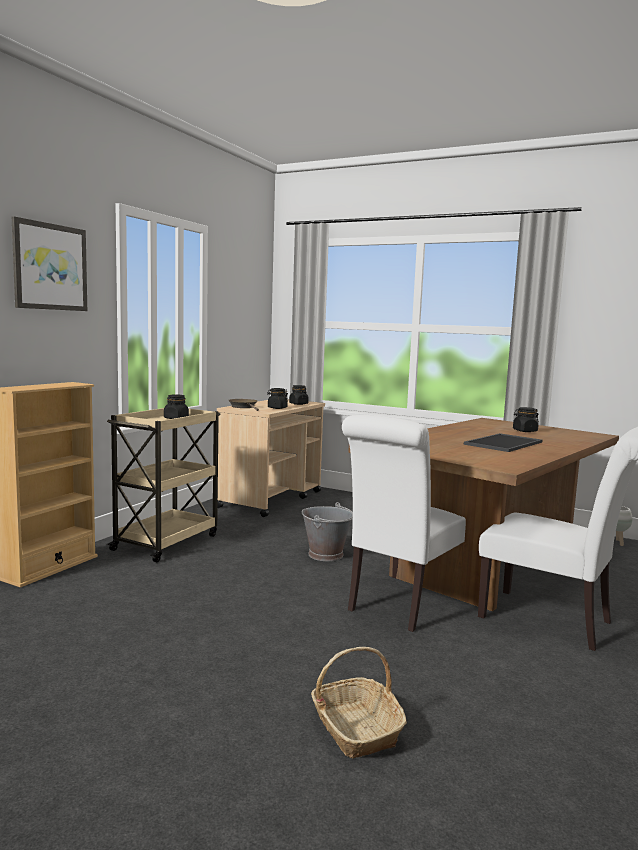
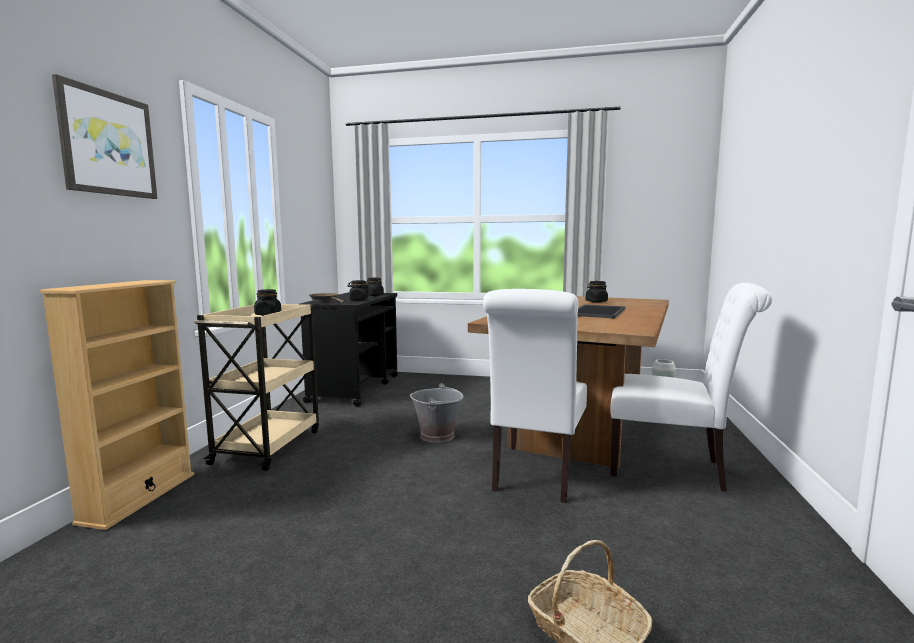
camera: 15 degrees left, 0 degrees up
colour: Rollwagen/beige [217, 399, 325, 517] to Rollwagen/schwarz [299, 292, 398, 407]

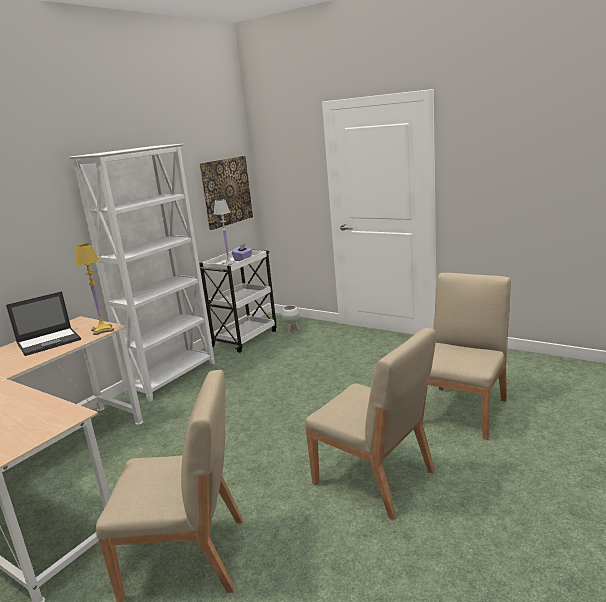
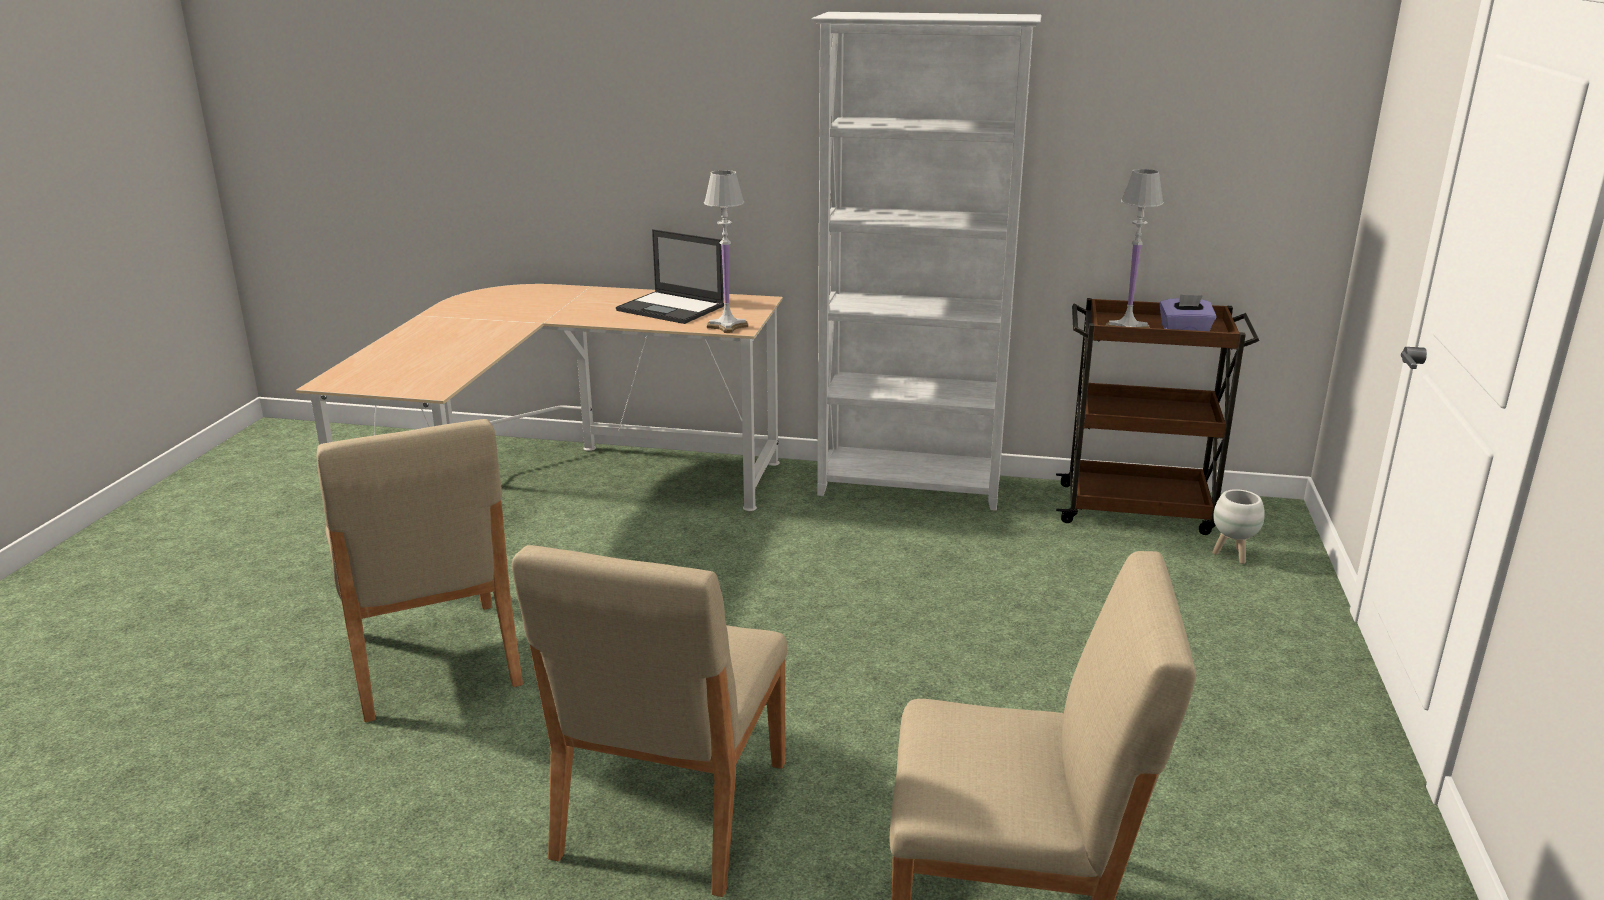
camera: 65 degrees right, 5 degrees up
missing: Bild [199, 156, 253, 230]
colour: Tischlampe/gelb [75, 243, 114, 335] to Tischlampe/weiß [704, 170, 748, 333]; Rollwagen/weiß [199, 250, 277, 353] to Rollwagen/braun [1056, 298, 1260, 535]

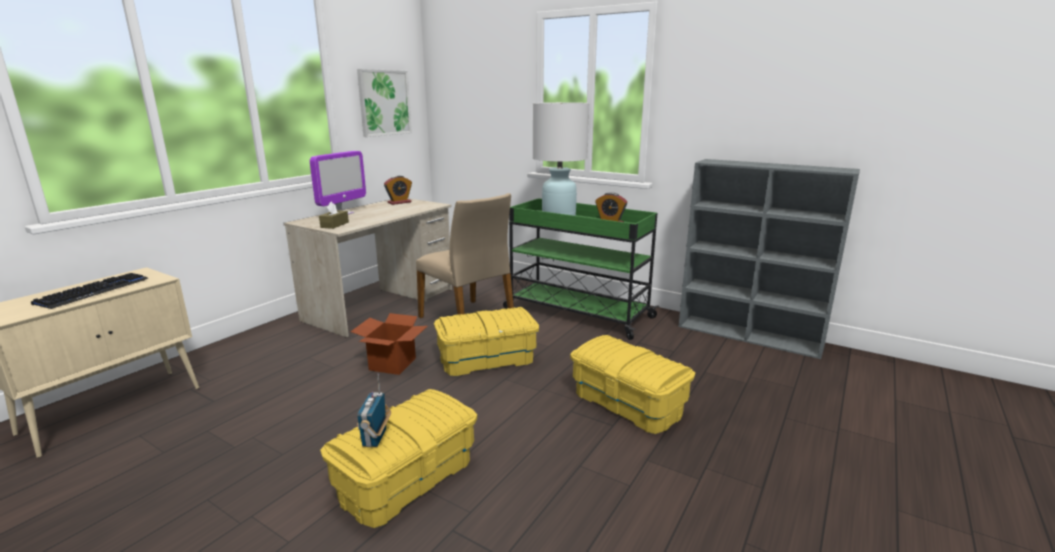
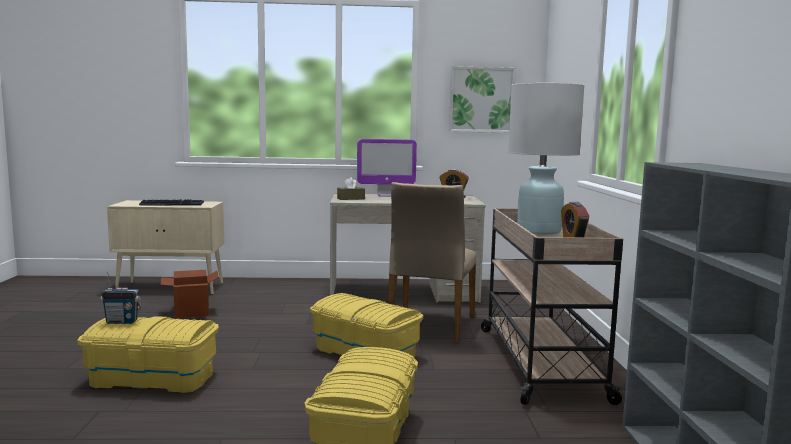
camera: 55 degrees right, 10 degrees down
relocated: Karton [350, 313, 428, 375] to [161, 270, 219, 318]
colour: Rollwagen/grün [503, 198, 659, 340] to Rollwagen/beige [481, 208, 625, 405]
spun: Radio [357, 374, 391, 447] = [100, 272, 142, 324] 150 degrees counterclockwise

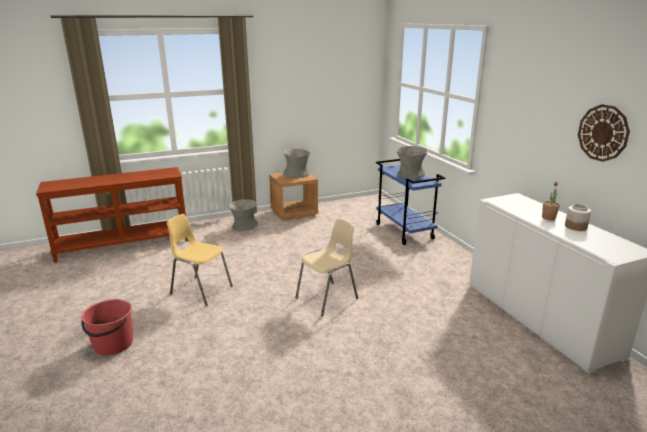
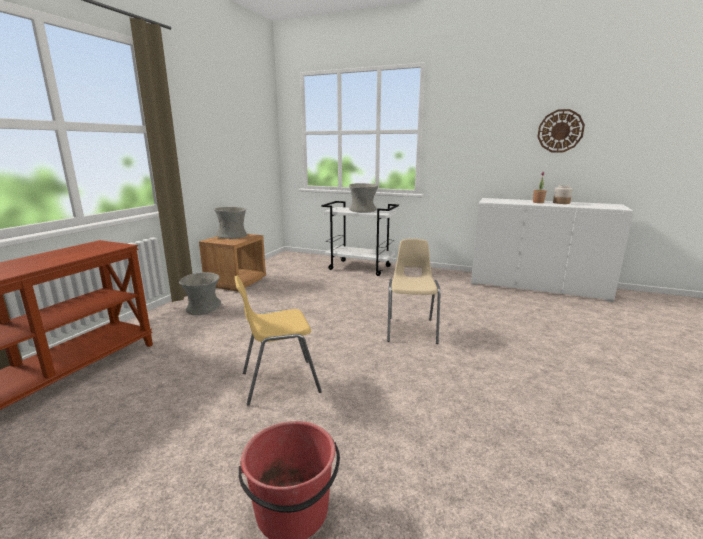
camera: 45 degrees left, 5 degrees down
colour: Rollwagen/blau [376, 159, 445, 245] to Rollwagen/weiß [321, 201, 399, 276]

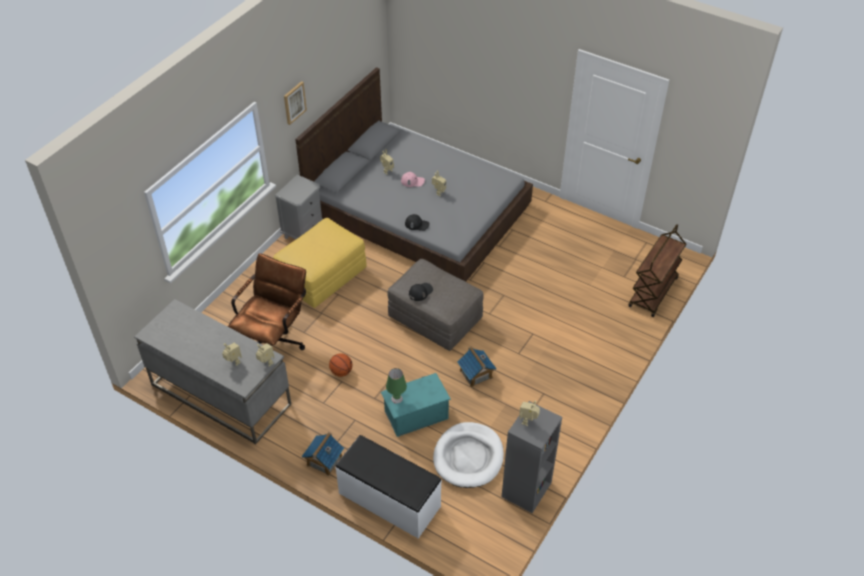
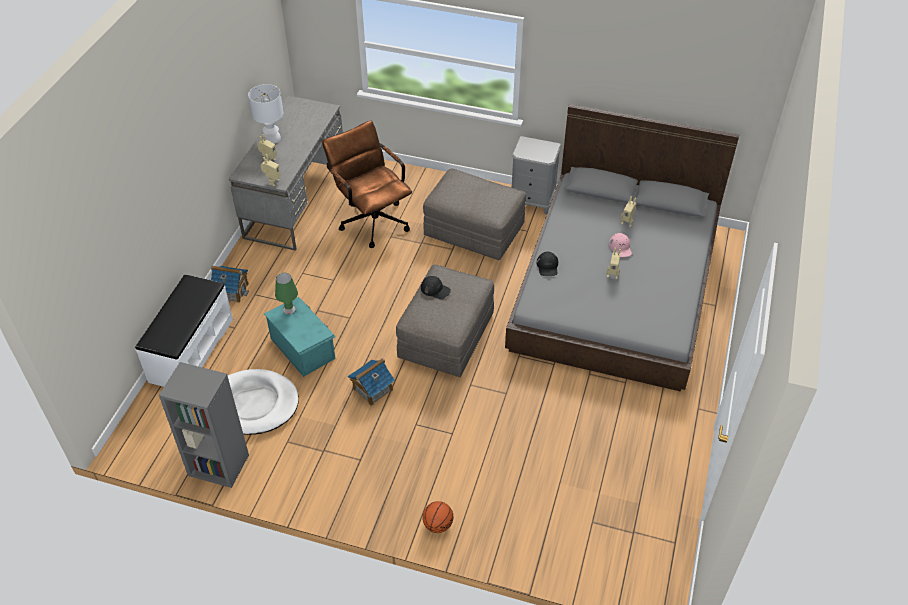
camera: 75 degrees right, 0 degrees up
missing: Bild [284, 81, 307, 125]; Spielzeugroboter [519, 400, 540, 426]; Rollwagen/braun [629, 224, 686, 317]
appeared: Tischlampe/weiß [248, 84, 283, 144]
relocated: Basketball [329, 353, 352, 377] to [422, 501, 453, 533]
colour: Polsterhocker/gelb [273, 218, 366, 308] to Polsterhocker/grau [423, 169, 526, 260]
spun: Bürostuhl/braun [228, 253, 306, 350] = [322, 121, 412, 248] 135 degrees counterclockwise

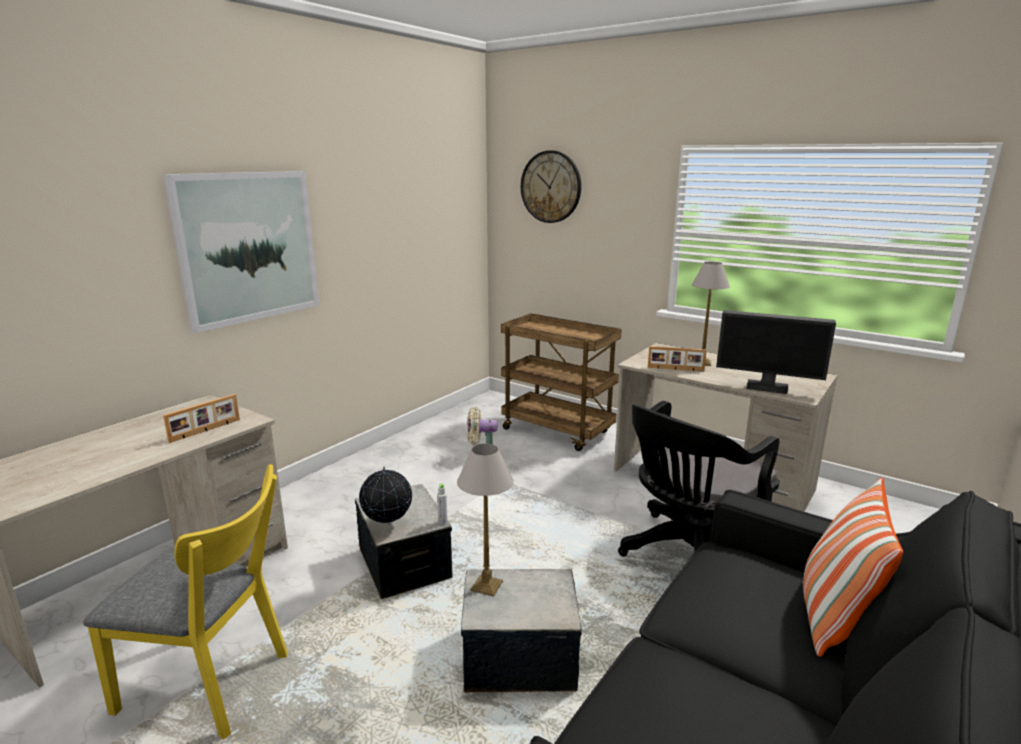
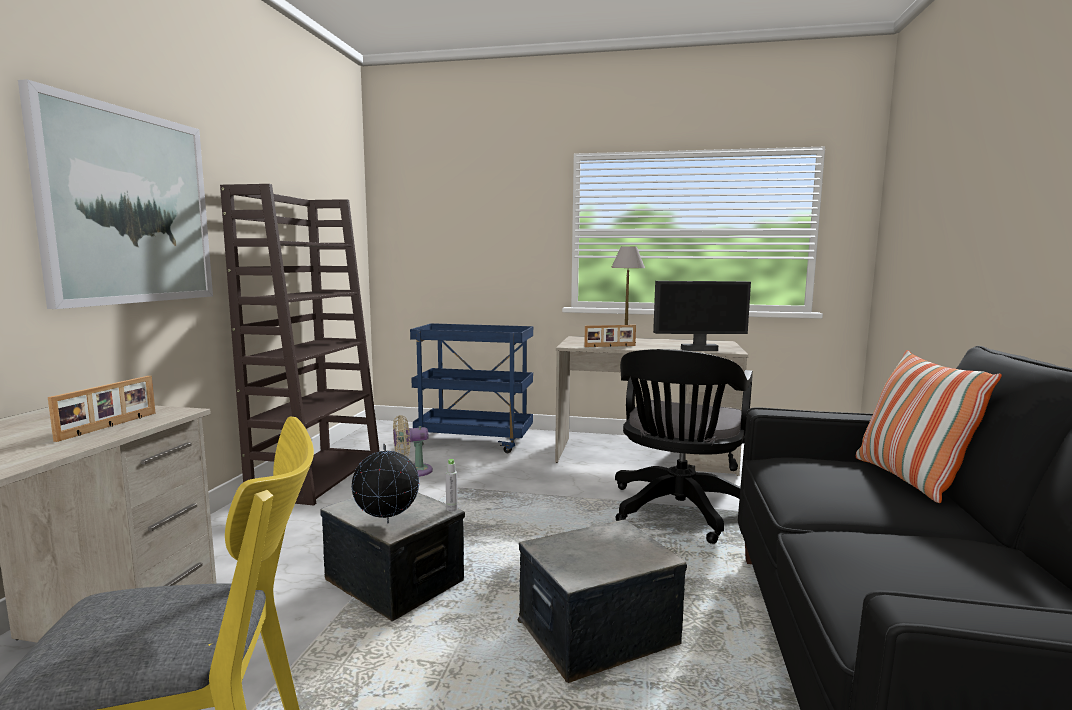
camera: 25 degrees left, 10 degrees down
missing: Tischlampe [457, 443, 514, 597]; Wanduhr [521, 150, 581, 223]
appeared: Bücherregal/braun [220, 184, 380, 505]
colour: Rollwagen/braun [501, 313, 622, 451] to Rollwagen/blau [410, 323, 533, 453]

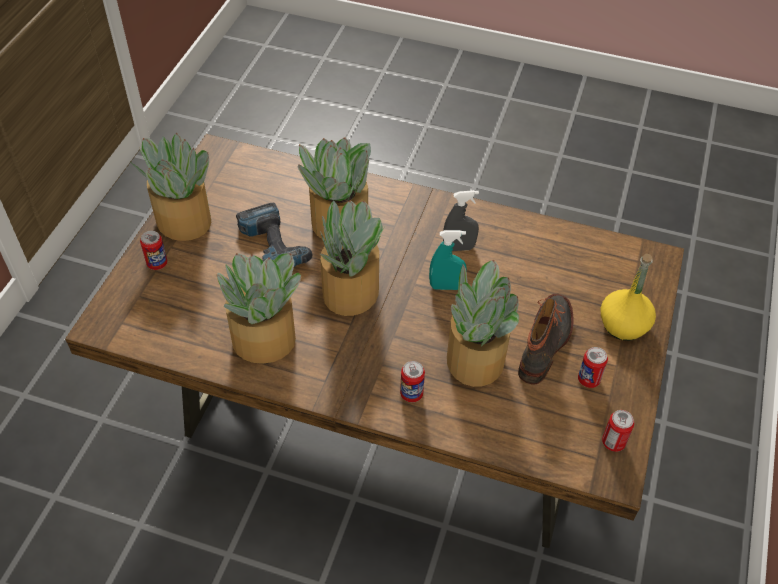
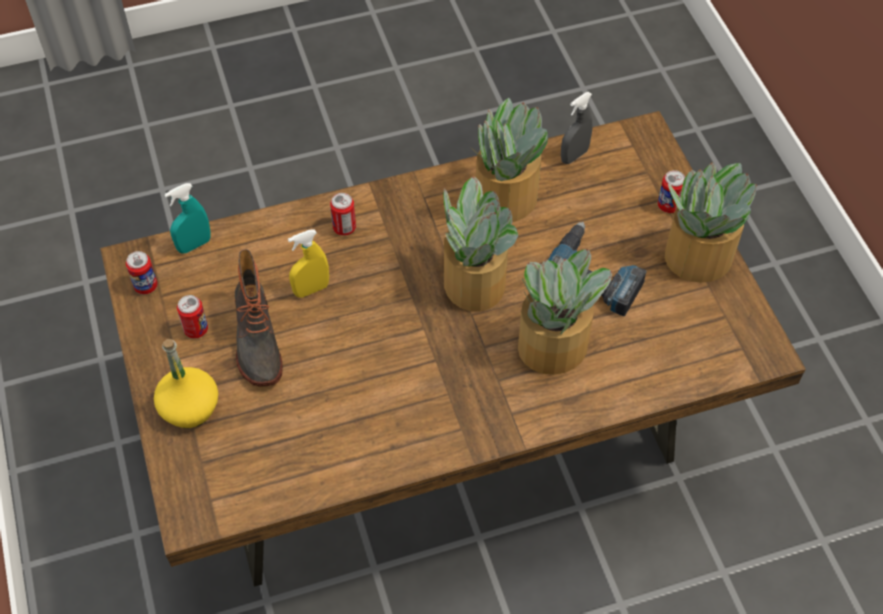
camera: 145 degrees right, 5 degrees up
relocated: Sprühflasche/türkis [429, 230, 467, 290] to [164, 183, 210, 253]; Sprühflasche/grau [443, 190, 479, 251] to [561, 92, 592, 164]
exchanged: Topfpflanze [447, 260, 519, 387] to Sprühflasche/gelb [288, 229, 329, 298]

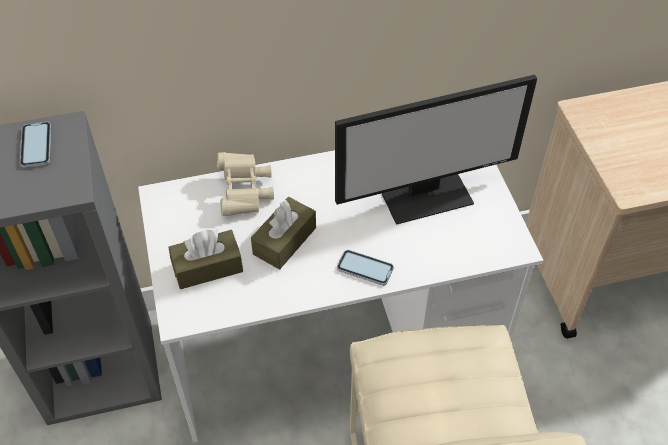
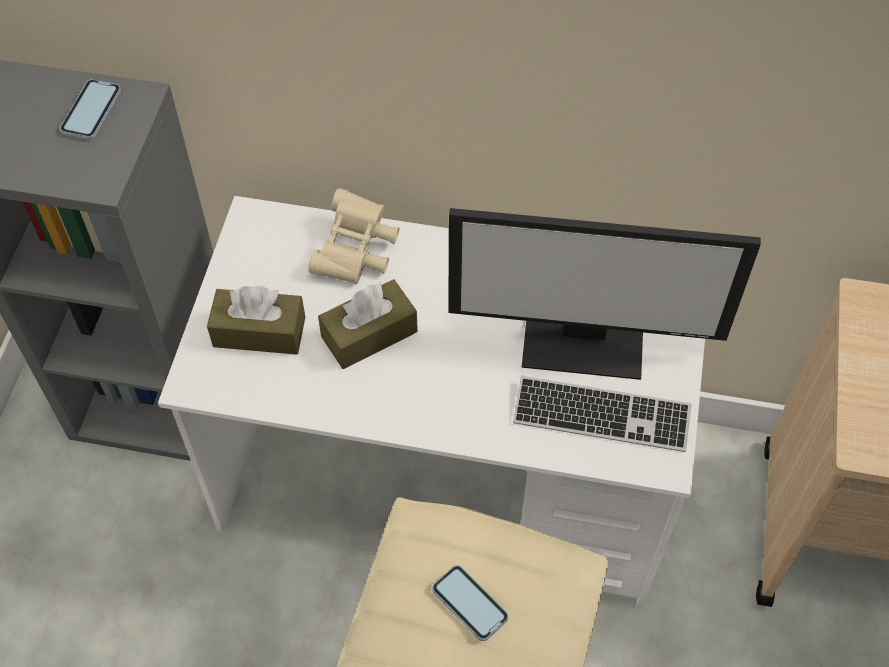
camera: 25 degrees right, 5 degrees up
appeared: Tastatur [513, 376, 692, 452]
relocated: Handy [337, 250, 394, 285] to [432, 565, 509, 641]

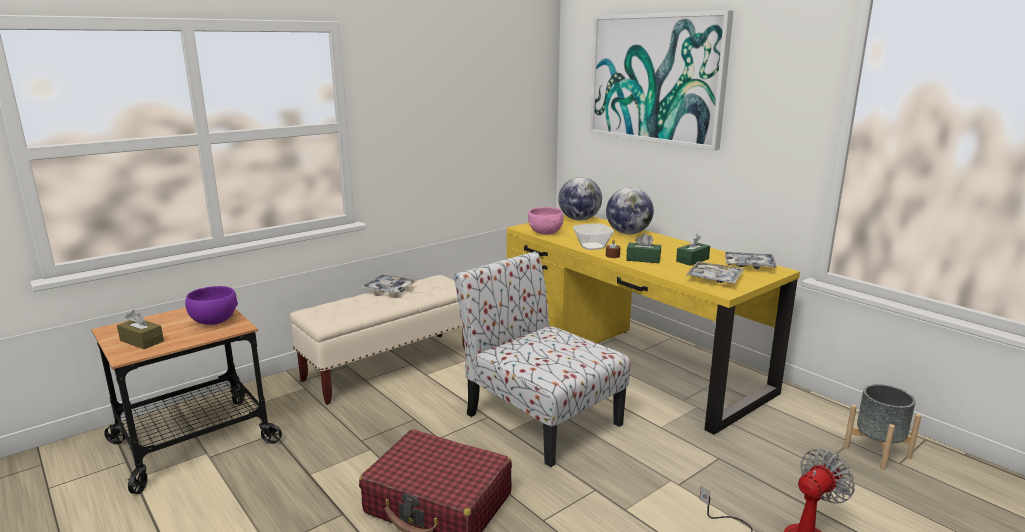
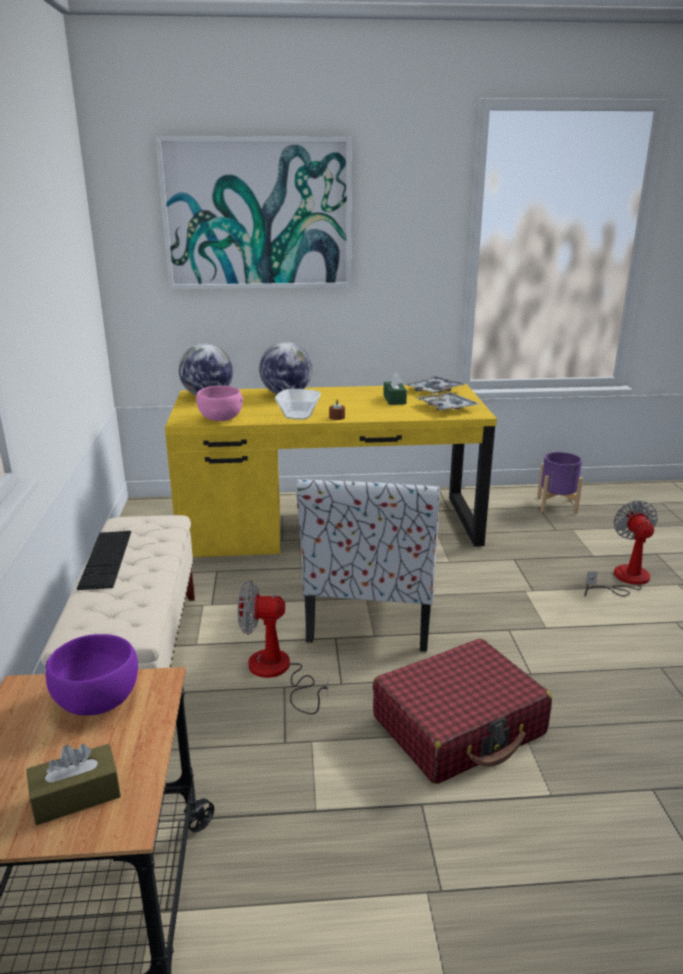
camera: 55 degrees left, 5 degrees up
missing: Taschentuchbox/grün [626, 233, 661, 263]
appeared: Ventilator [238, 581, 328, 714]
exchanged: Tablett [361, 275, 418, 294] to Tastatur [77, 531, 131, 590]
colour: Pflanzkübel/grau [844, 384, 921, 470] to Pflanzkübel/lila [537, 452, 583, 514]
spun: Stuhl [454, 251, 630, 467] = [296, 479, 440, 652] 75 degrees counterclockwise

